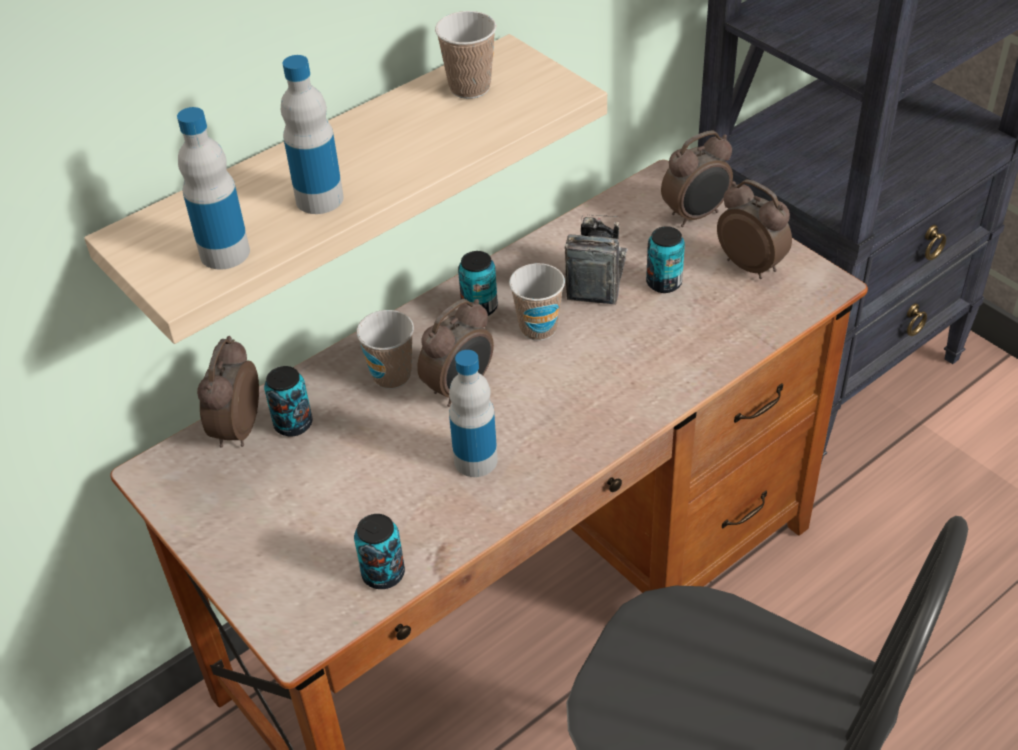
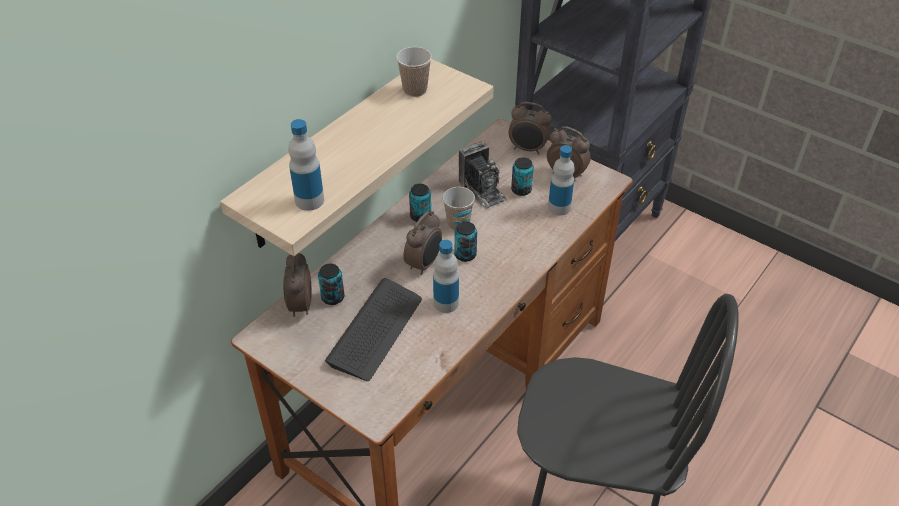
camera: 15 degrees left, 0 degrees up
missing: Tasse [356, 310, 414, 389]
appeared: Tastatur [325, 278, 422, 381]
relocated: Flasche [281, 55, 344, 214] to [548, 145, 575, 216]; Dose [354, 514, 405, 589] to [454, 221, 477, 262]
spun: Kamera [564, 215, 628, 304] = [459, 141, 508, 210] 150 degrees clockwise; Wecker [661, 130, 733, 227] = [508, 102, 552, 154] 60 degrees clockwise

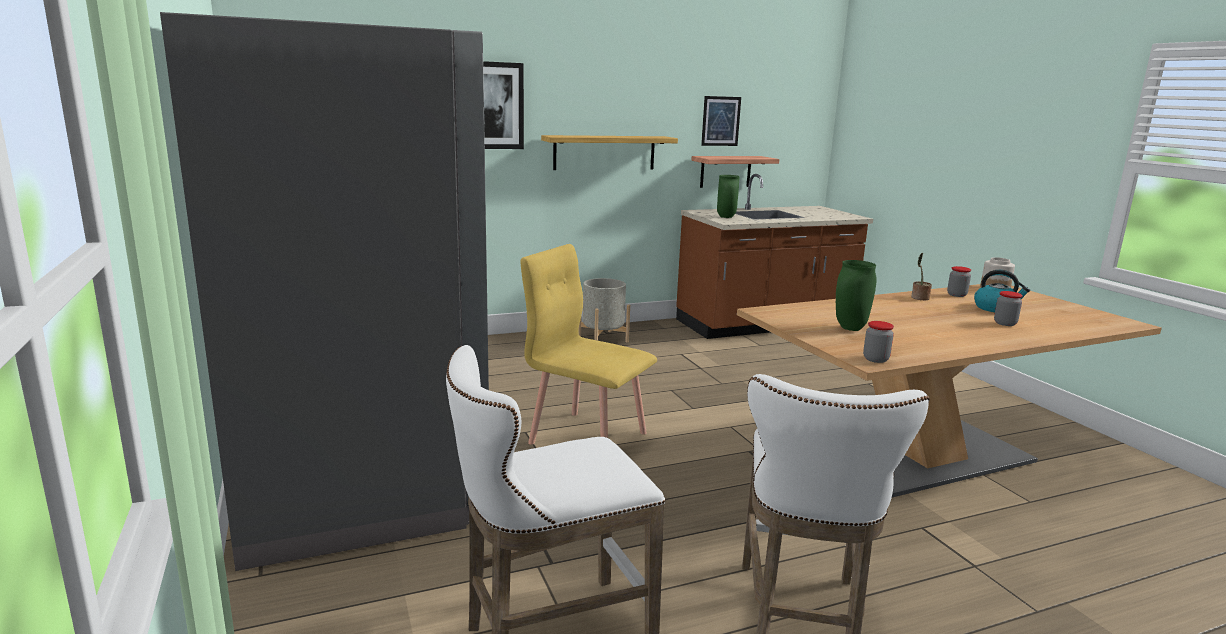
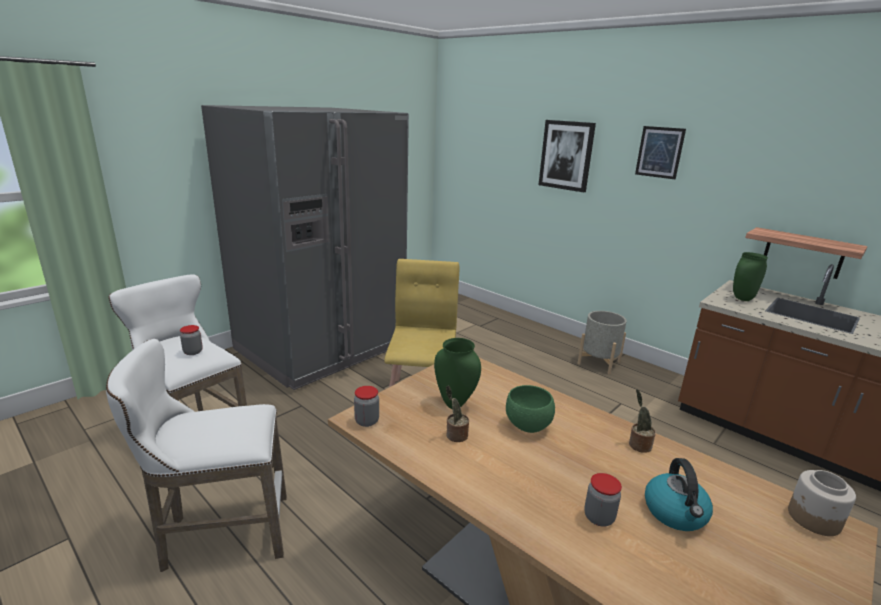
camera: 65 degrees right, 5 degrees up
missing: Wandregal [541, 135, 678, 170]
appeared: Topfpflanze [446, 385, 469, 442]; Schüssel/grün [506, 385, 555, 433]
relocated: Bild [701, 96, 741, 146] to [635, 126, 686, 179]; Vorratsglas [947, 266, 971, 297] to [180, 325, 203, 355]

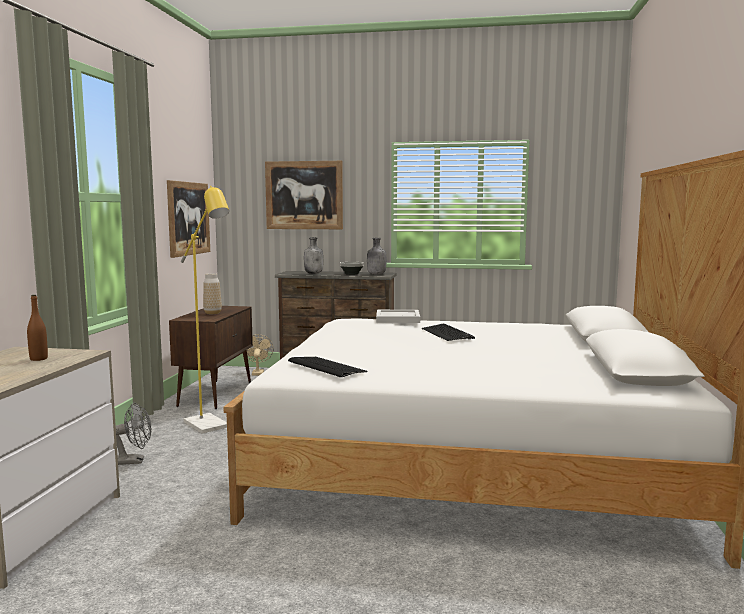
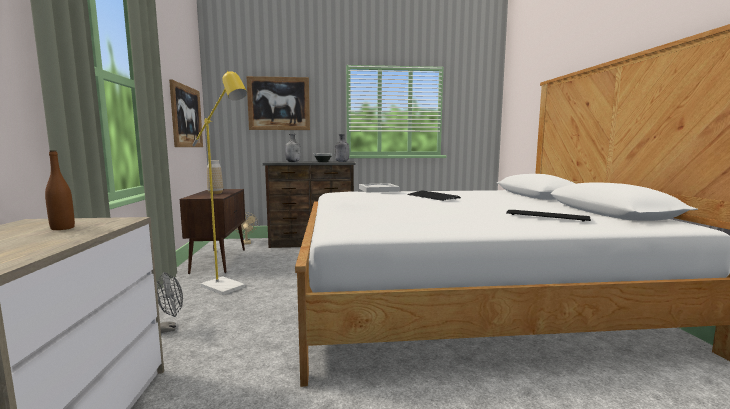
camera: 15 degrees left, 0 degrees up
relocated: Tastatur [288, 357, 367, 377] to [506, 210, 591, 222]

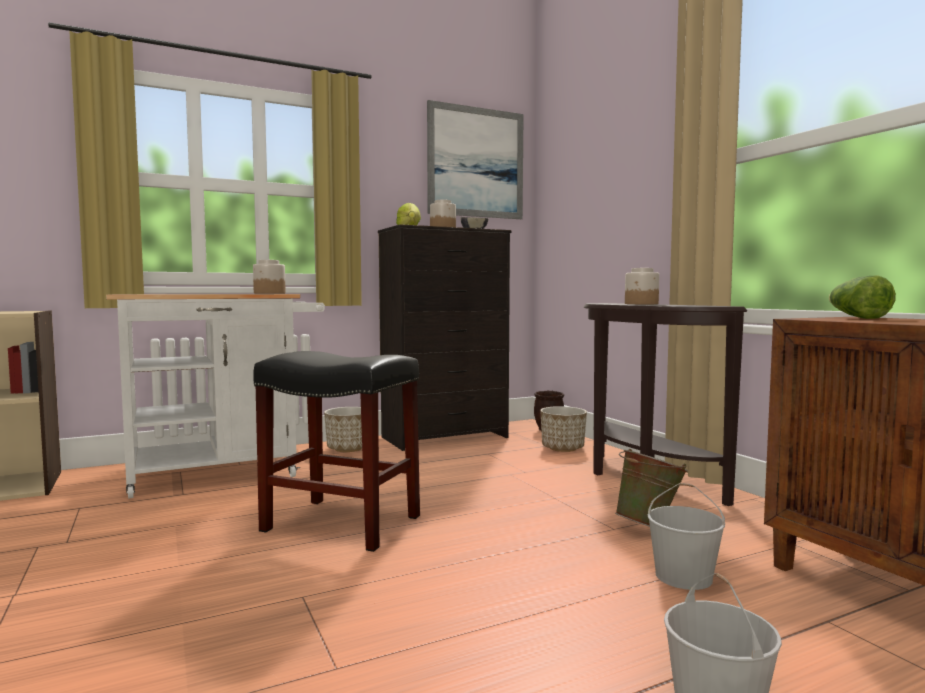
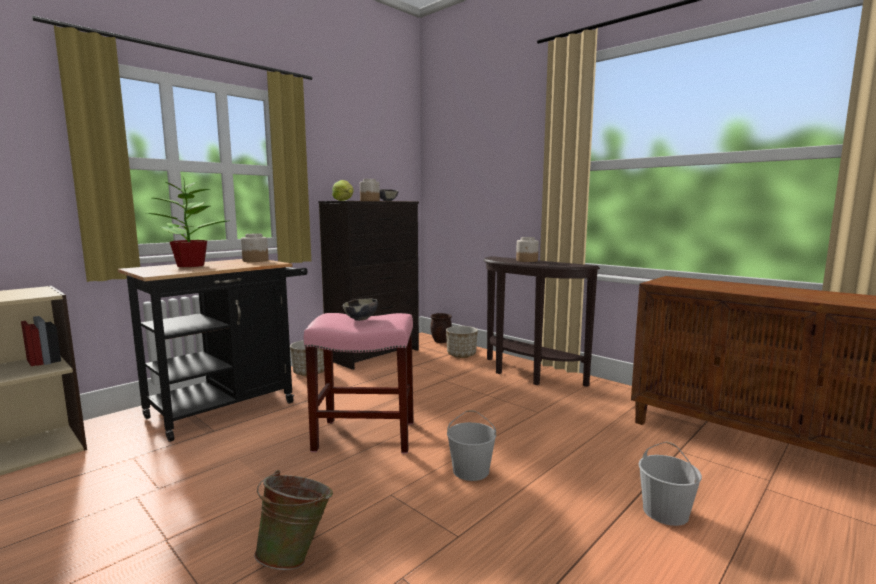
camera: 20 degrees left, 5 degrees up
missing: Bild [427, 100, 524, 219]; Salatkopf [829, 275, 896, 319]
appeared: Topfpflanze [146, 178, 227, 267]; Schüssel [343, 299, 378, 321]
relocated: Eimer/grün [615, 449, 688, 527] to [254, 470, 333, 570]; Eimer/weiß [648, 483, 725, 590] to [447, 410, 496, 481]
colour: Rollwagen/weiß [106, 294, 325, 499] to Rollwagen/schwarz [118, 259, 307, 442]; Hocker/schwarz [253, 351, 420, 552] to Hocker/rosa [304, 313, 414, 454]

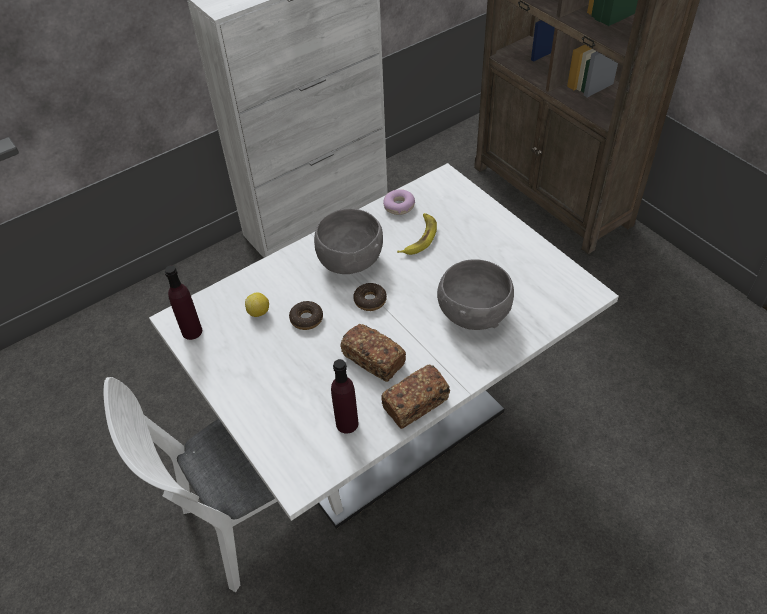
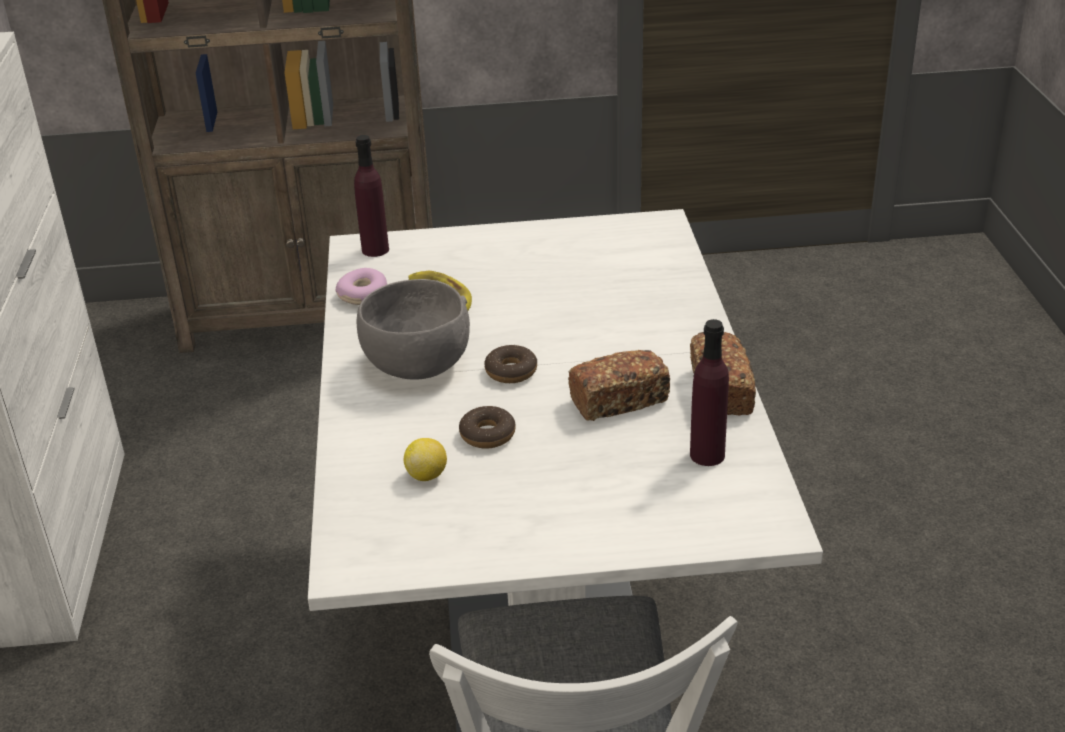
camera: 60 degrees left, 15 degrees down
missing: Schüssel/grau [437, 259, 514, 330]
relocated: Flasche/lila [165, 266, 202, 340] to [354, 135, 389, 257]

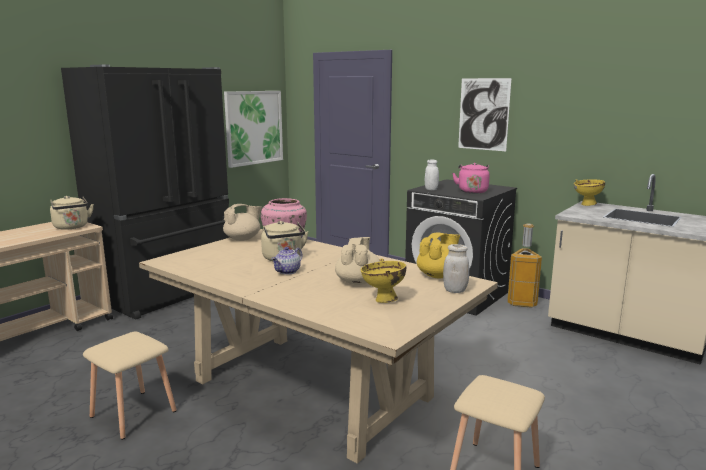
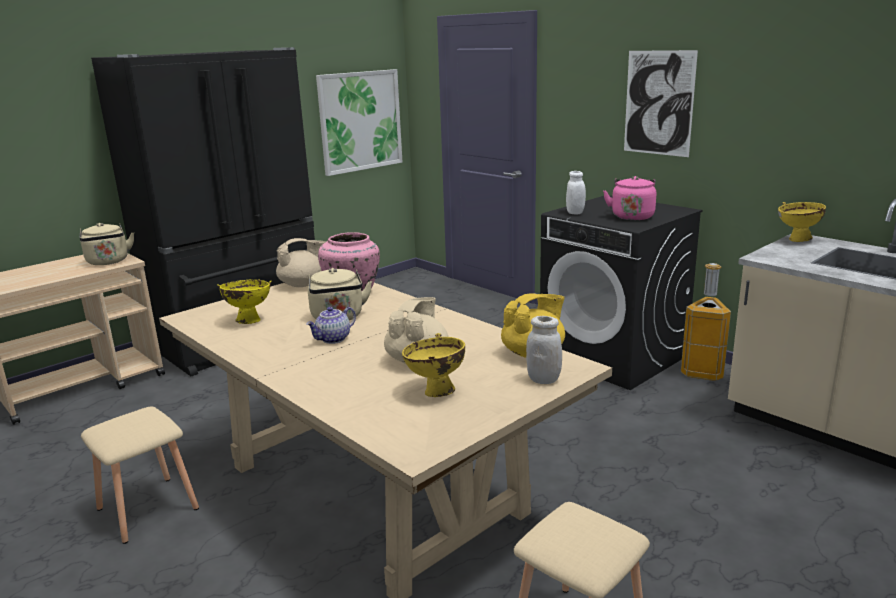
camera: 10 degrees right, 5 degrees up
appeared: Schüssel/gelb [217, 280, 272, 324]

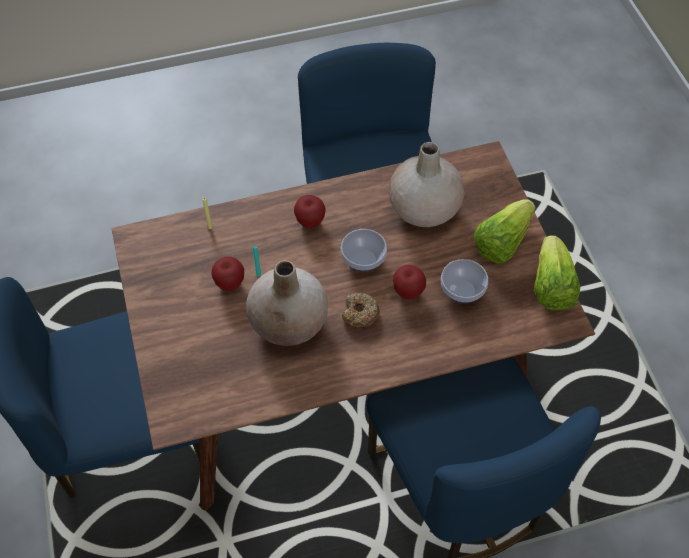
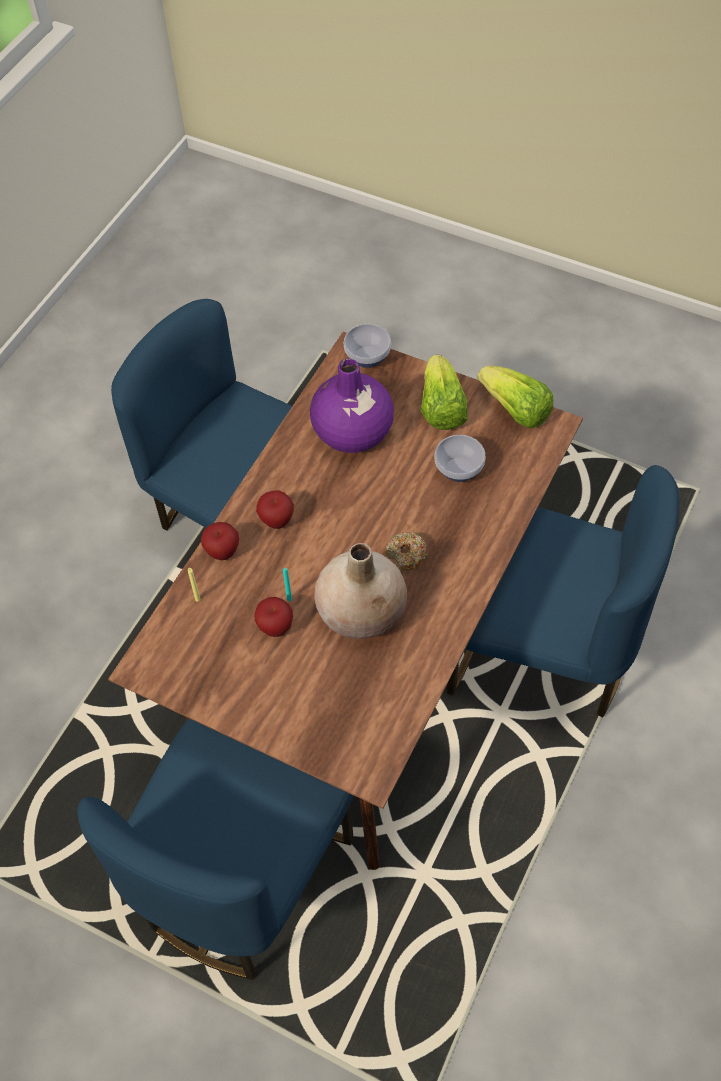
camera: 45 degrees left, 0 degrees up
relocated: Schüssel [341, 229, 387, 272] to [344, 324, 391, 368]; Apfel [393, 265, 426, 300] to [201, 522, 239, 560]
colour: Vase/beige [389, 142, 464, 227] to Vase/lila [310, 359, 394, 453]

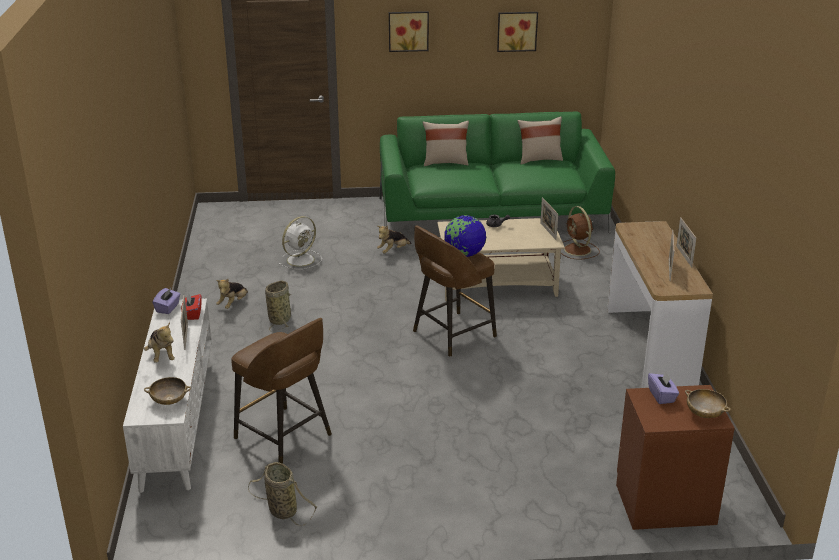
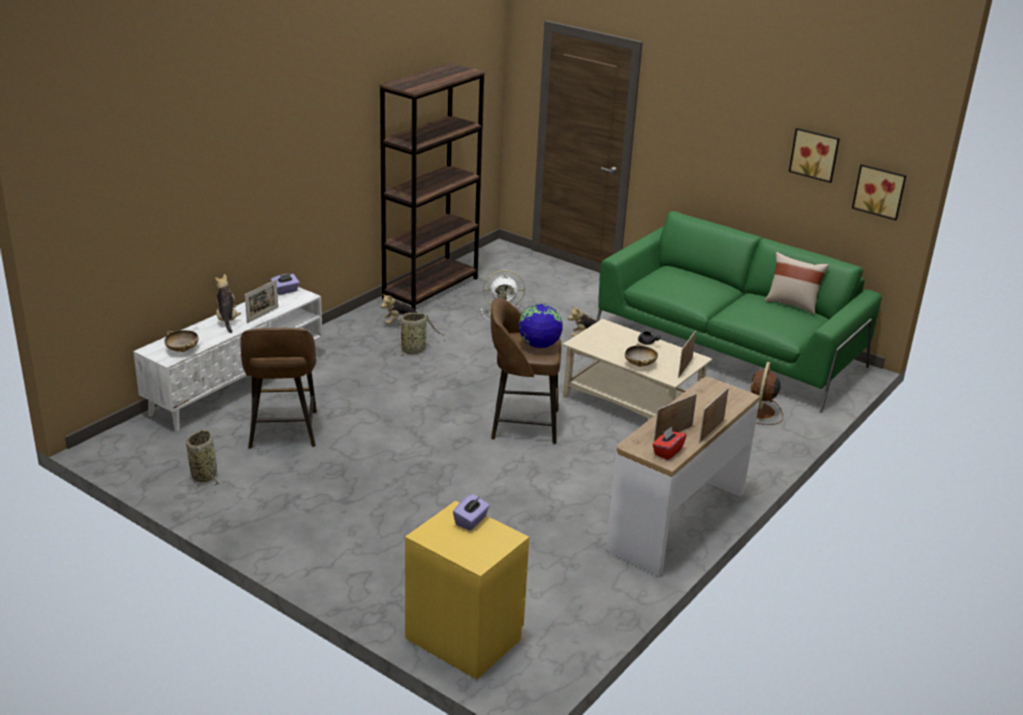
camera: 40 degrees right, 0 degrees up
missing: Kissen/beige [423, 121, 469, 166]
appeared: Bücherregal/braun [379, 63, 485, 311]
relocated: Taschentuchbox/rot [181, 292, 201, 320] to [653, 426, 686, 460]; Bild [389, 11, 429, 52] to [852, 164, 907, 220]; Schüssel/beige [685, 389, 731, 418] to [625, 344, 658, 367]
colour: Nachttisch/braun [616, 385, 735, 530] to Nachttisch/gelb [405, 501, 529, 680]
spun: Plüschtier [144, 322, 175, 363] = [215, 274, 241, 333] 150 degrees clockwise

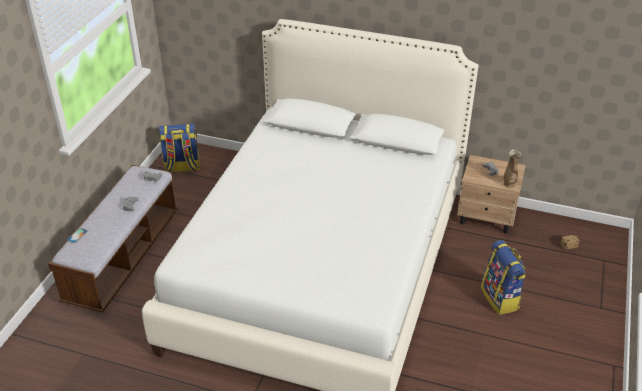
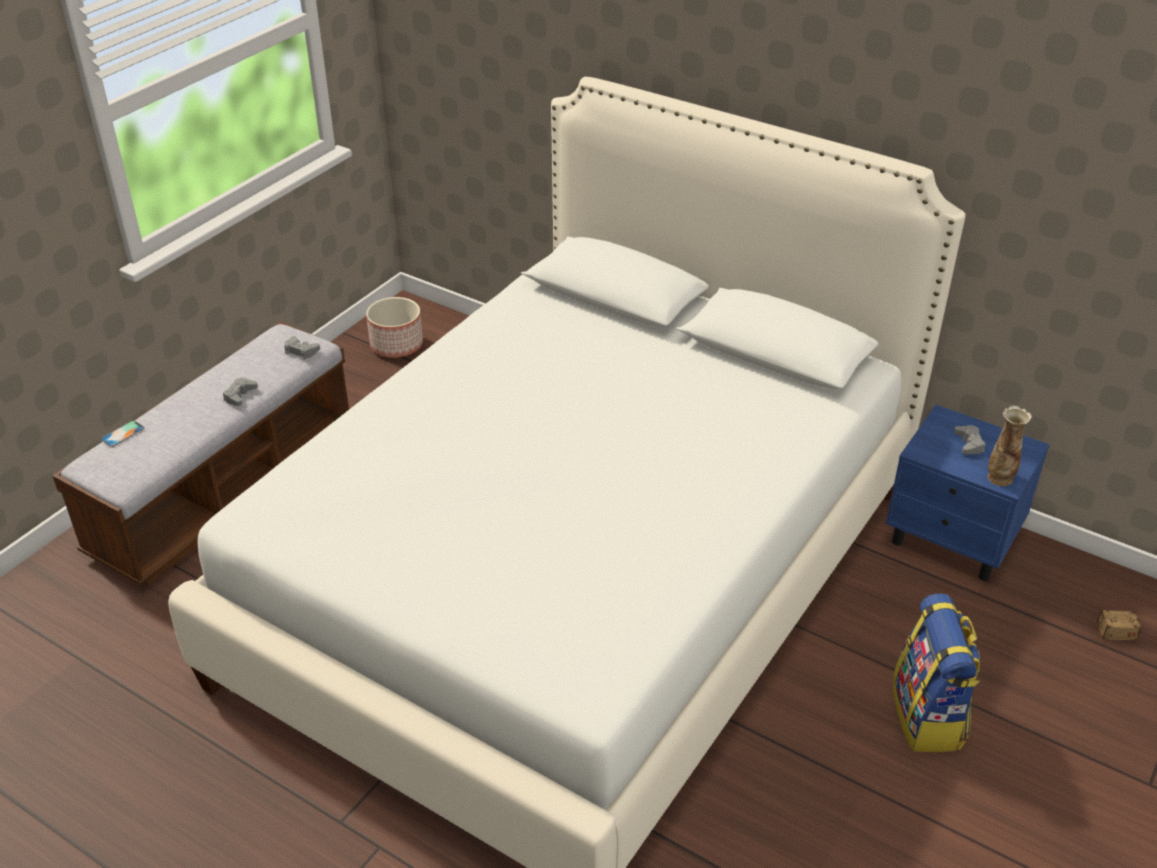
camera: 15 degrees right, 0 degrees up
exchanged: Rucksack [159, 124, 200, 173] to Pflanzkübel [366, 297, 423, 358]
colour: Nachttisch/beige [457, 155, 526, 234] to Nachttisch/blau [886, 405, 1050, 581]

